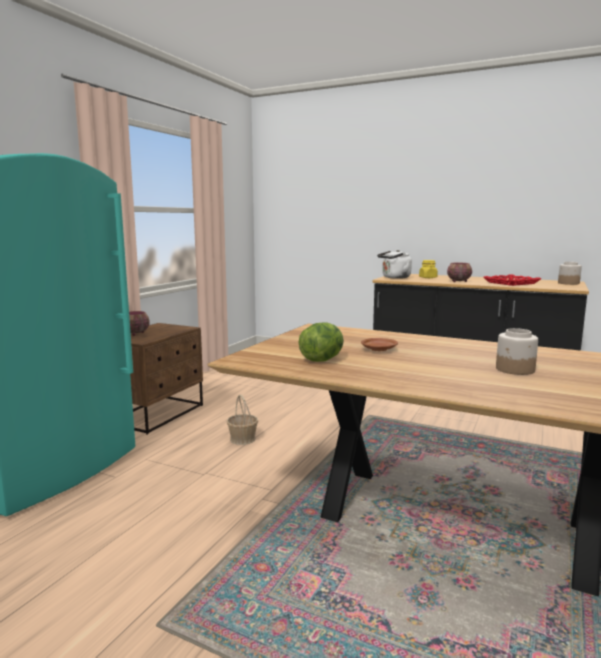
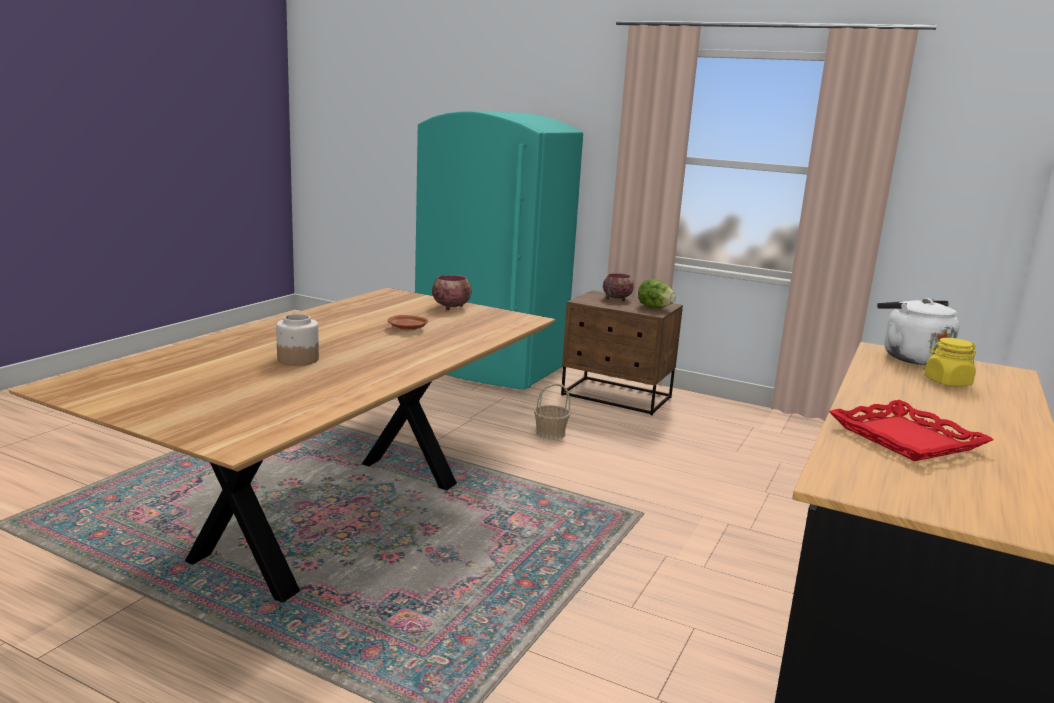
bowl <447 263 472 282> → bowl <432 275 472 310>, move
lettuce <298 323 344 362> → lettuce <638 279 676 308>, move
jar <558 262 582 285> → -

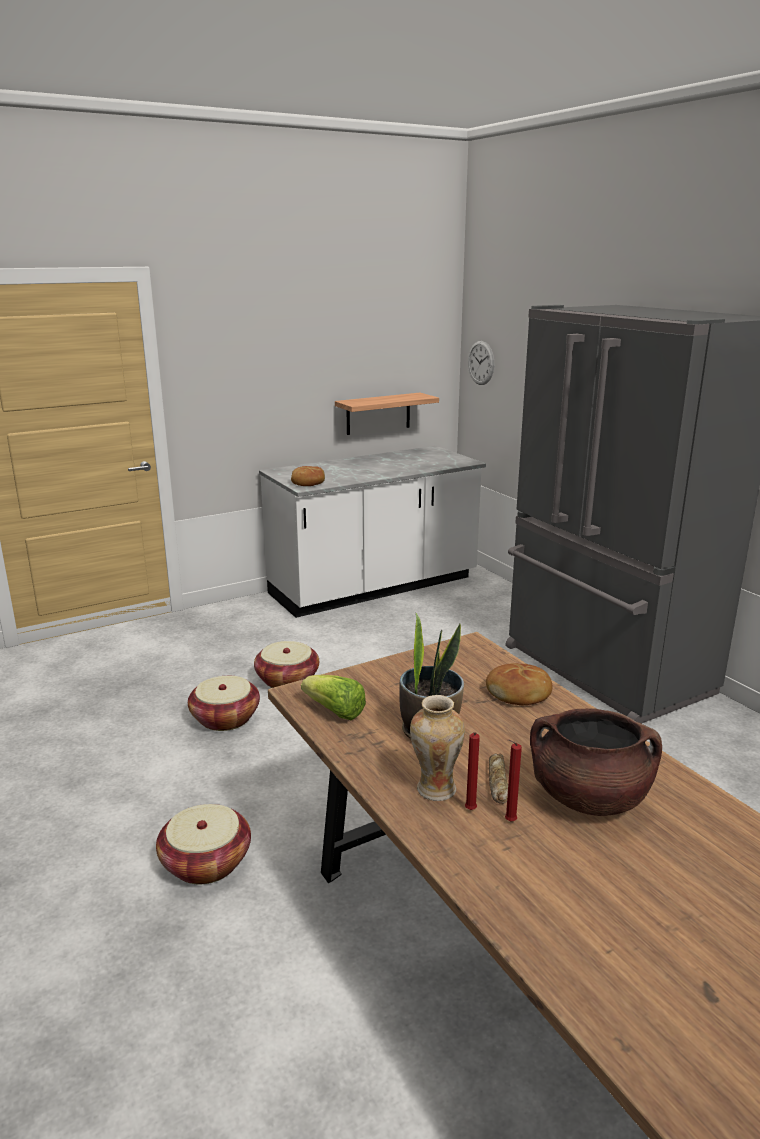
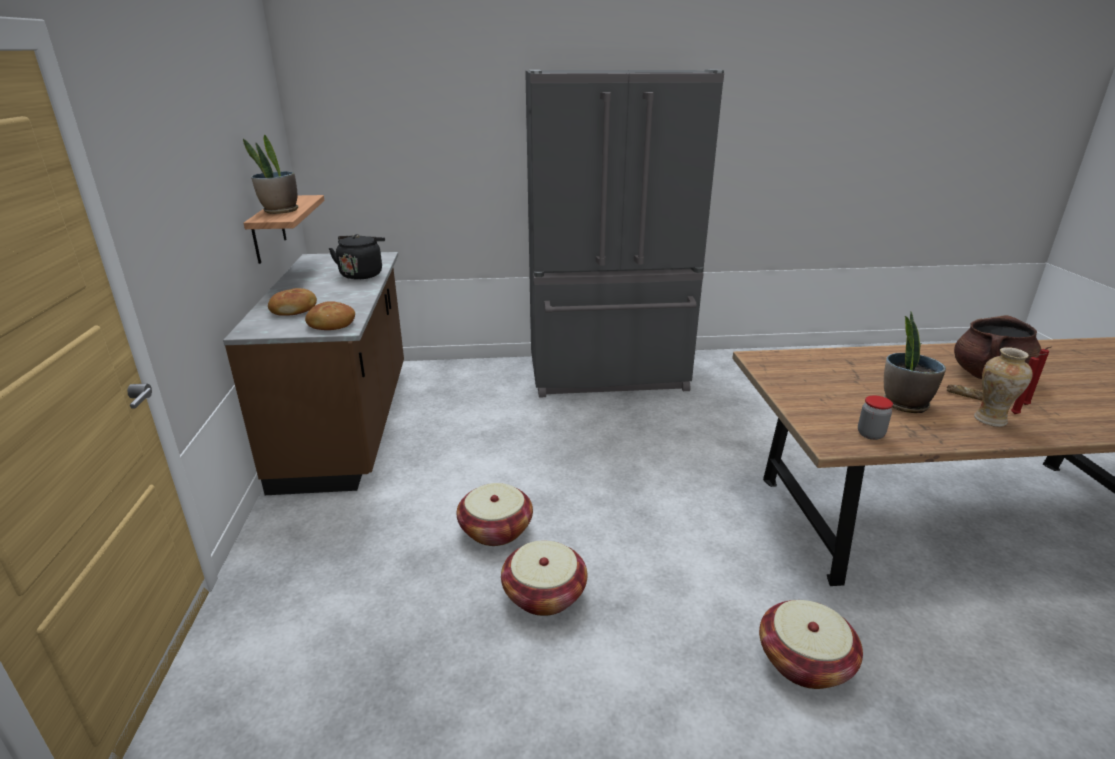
white counter <259 446 486 618> → brown counter <223 252 404 495>
- → potted plant <243 134 298 214>
bread <486 663 552 705> → bread <268 288 317 316>, move
- → black kettle <328 234 385 280>
lettuce <301 675 366 720> → jar <858 395 893 440>
wall clock <468 341 494 385> → -

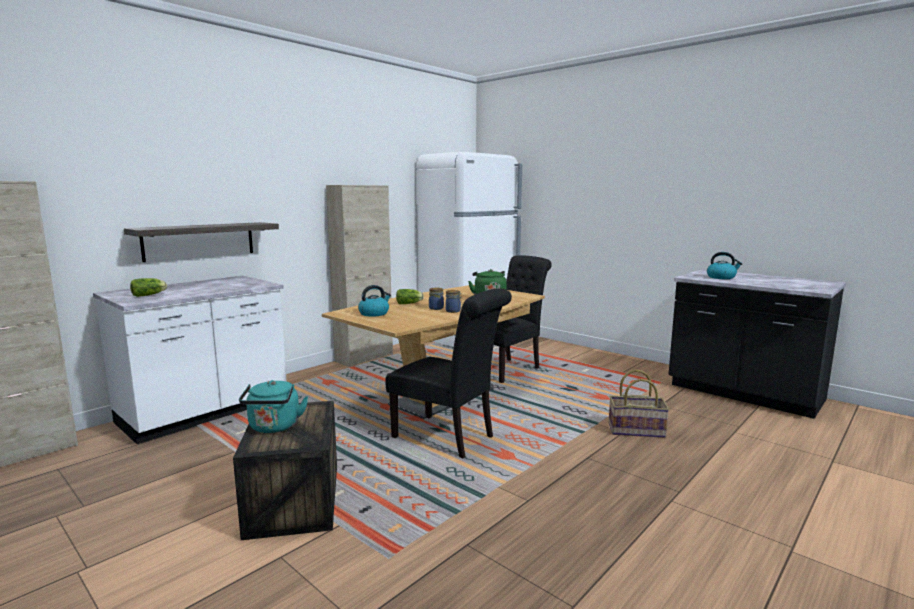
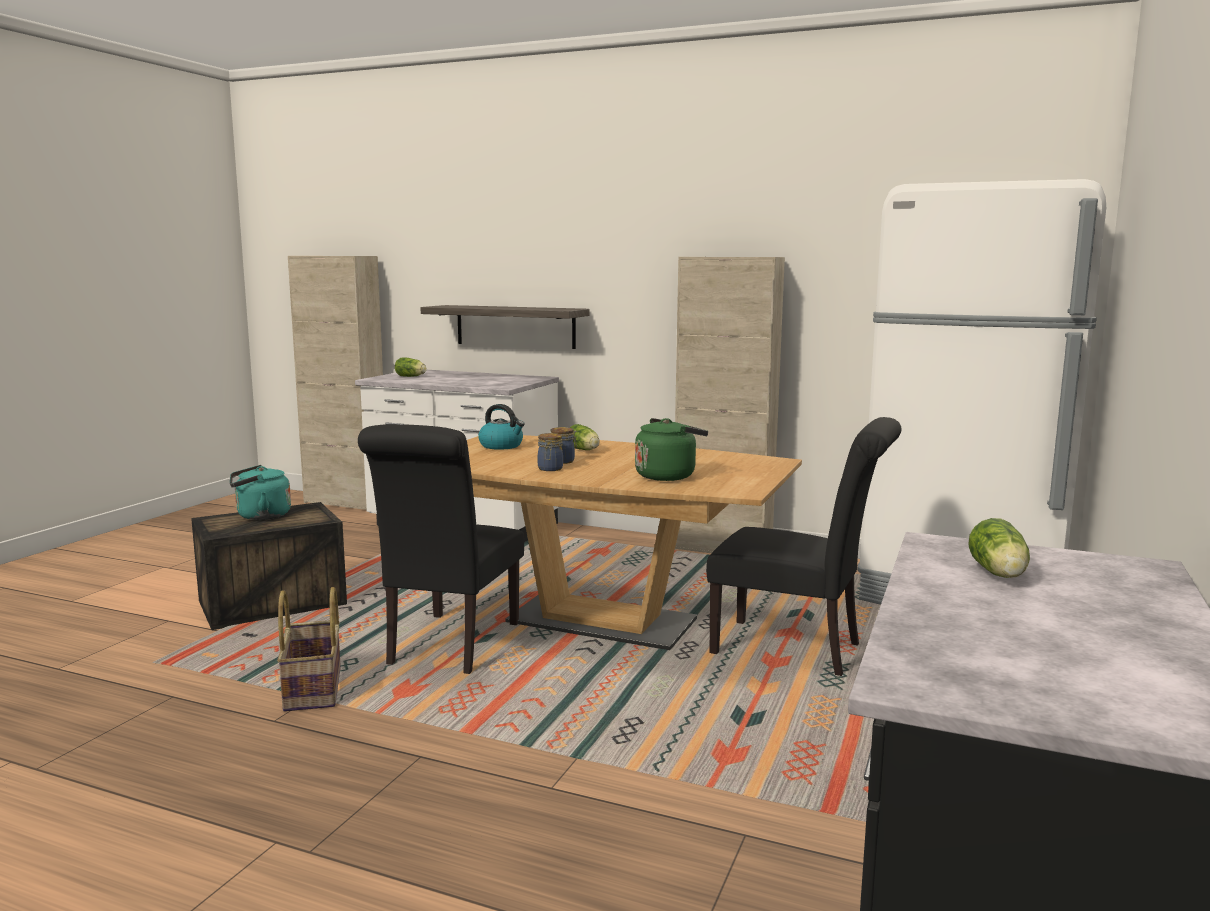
basket <609 369 669 438> → basket <277 587 341 712>, move
kettle <707 252 742 279> → lettuce <968 518 1030 578>

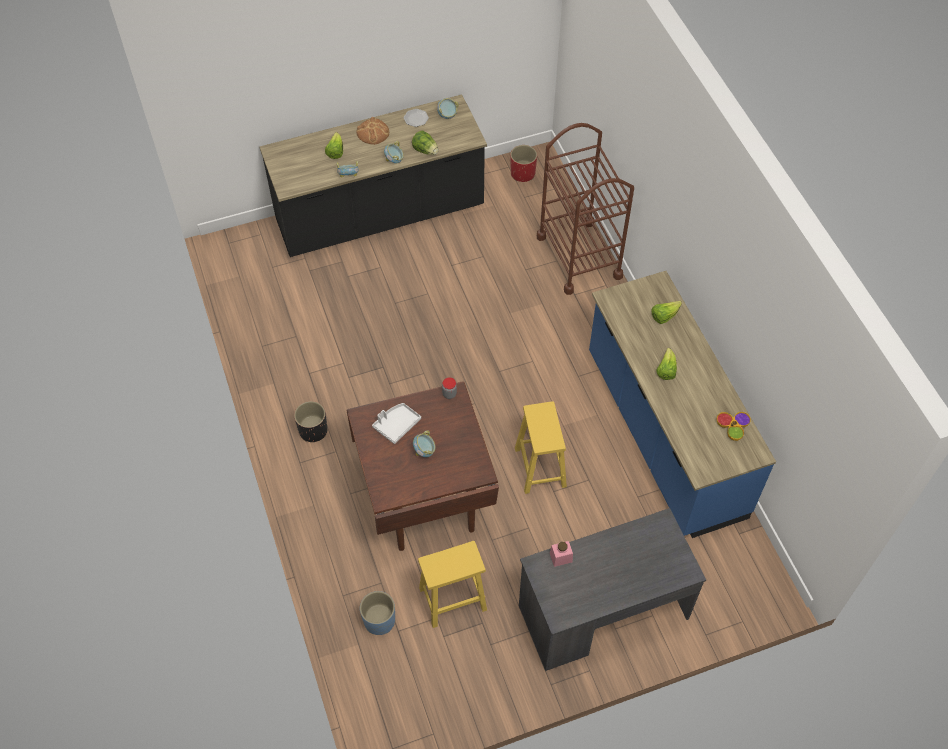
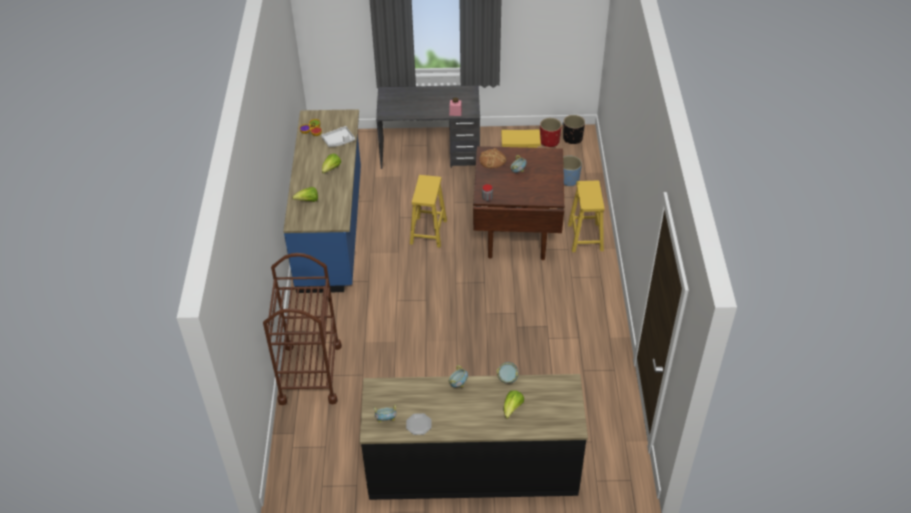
white tray <372 403 421 444> → white tray <321 126 355 147>, move
bread <356 117 389 145> → bread <479 148 506 168>, move
red planter <510 145 537 182> → red planter <540 118 562 147>, move
black planter <294 401 327 442> → black planter <563 115 585 144>, move
- → yellow stool <568 181 604 252>
lettuce <412 131 438 155> → -

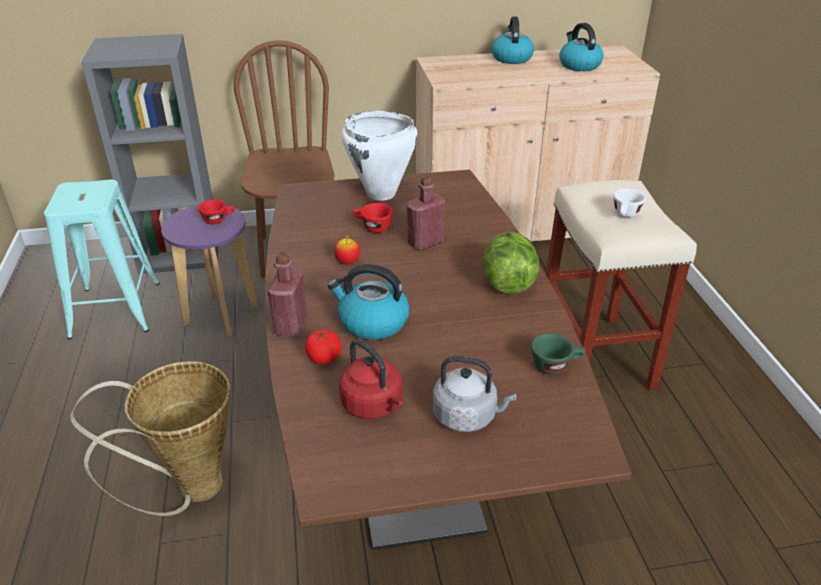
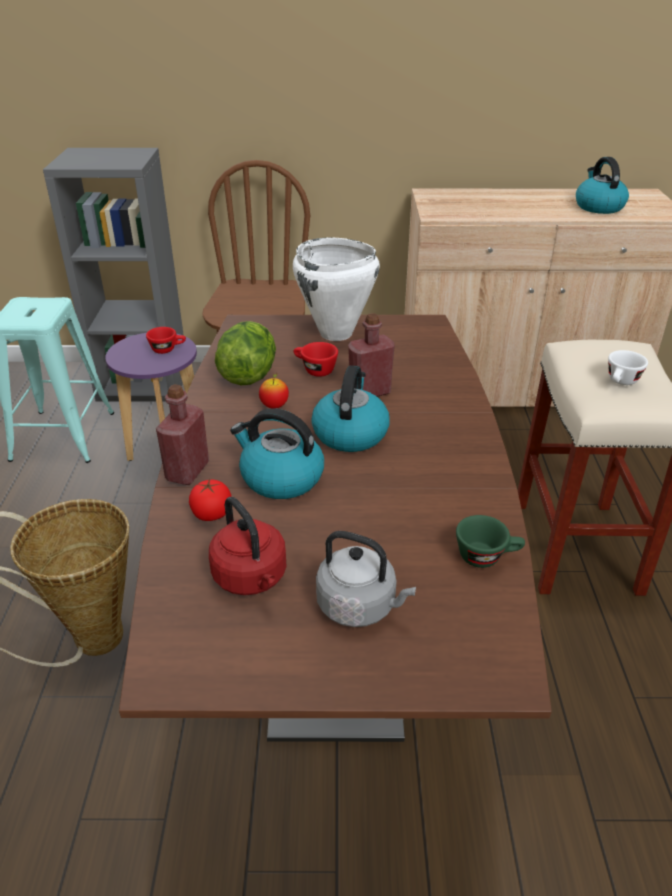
lettuce <482 232 540 295> → lettuce <215 321 276 385>, move
kettle <491 17 534 64> → kettle <311 365 390 452>, move

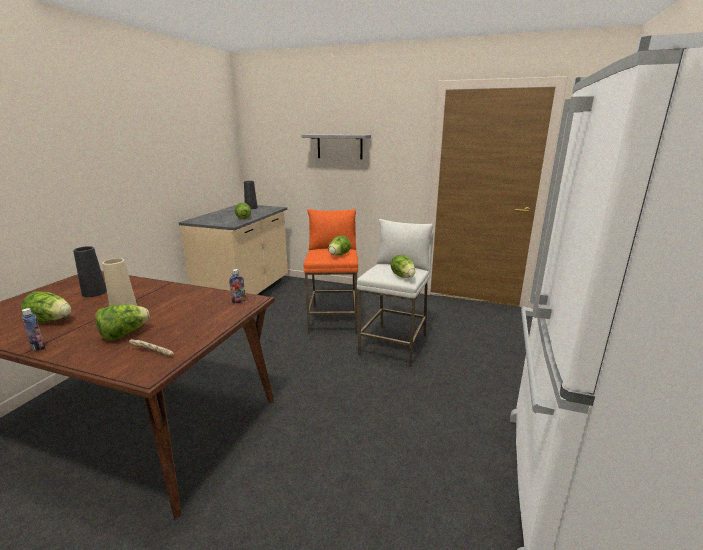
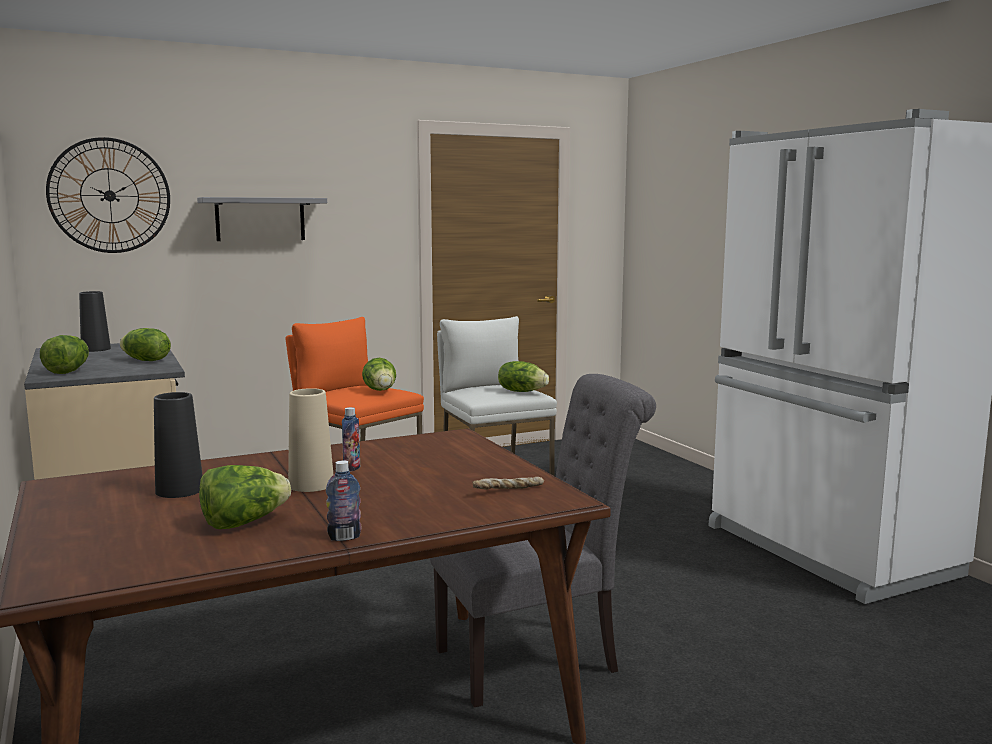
lettuce <95 305 150 340> → lettuce <40 335 89 374>, move
- → wall clock <46 137 170 253>
bottle <229 269 246 303> → bottle <342 407 360 472>, move
- → grey chair <430 374 656 707>

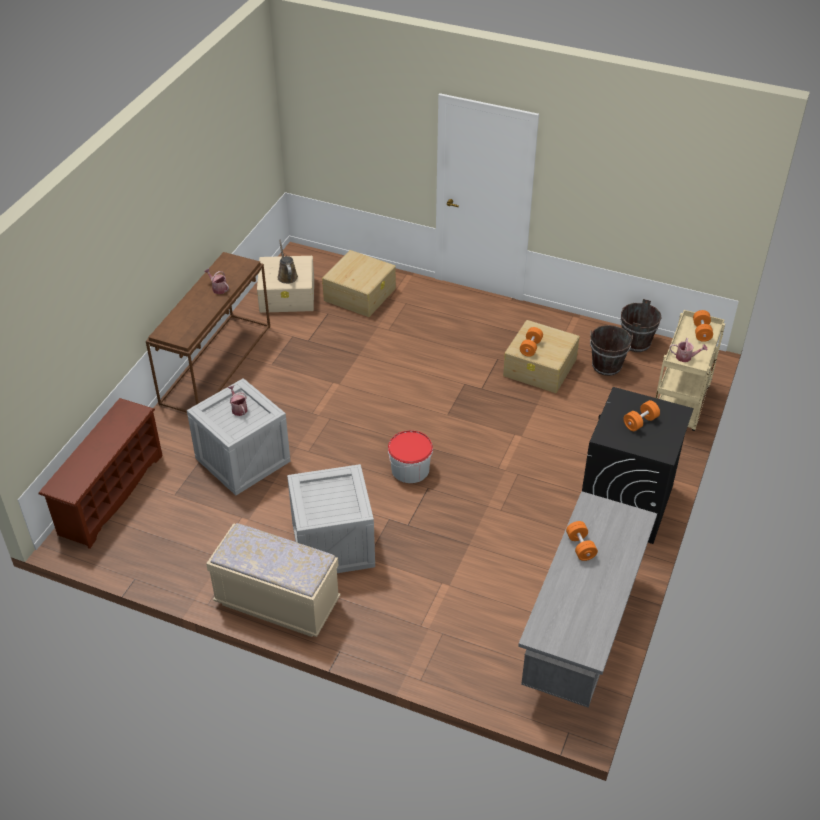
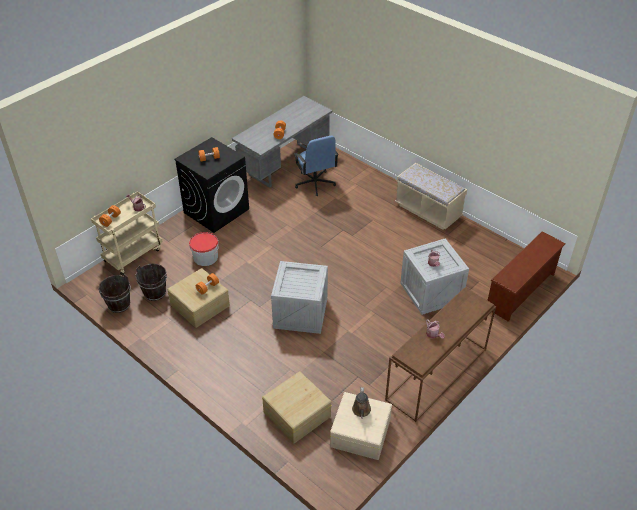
bucket <388 430 433 483> → bucket <189 232 218 266>, move
crate <287 464 375 573> → crate <271 261 328 334>, move
- → blue office chair <294 136 338 196>

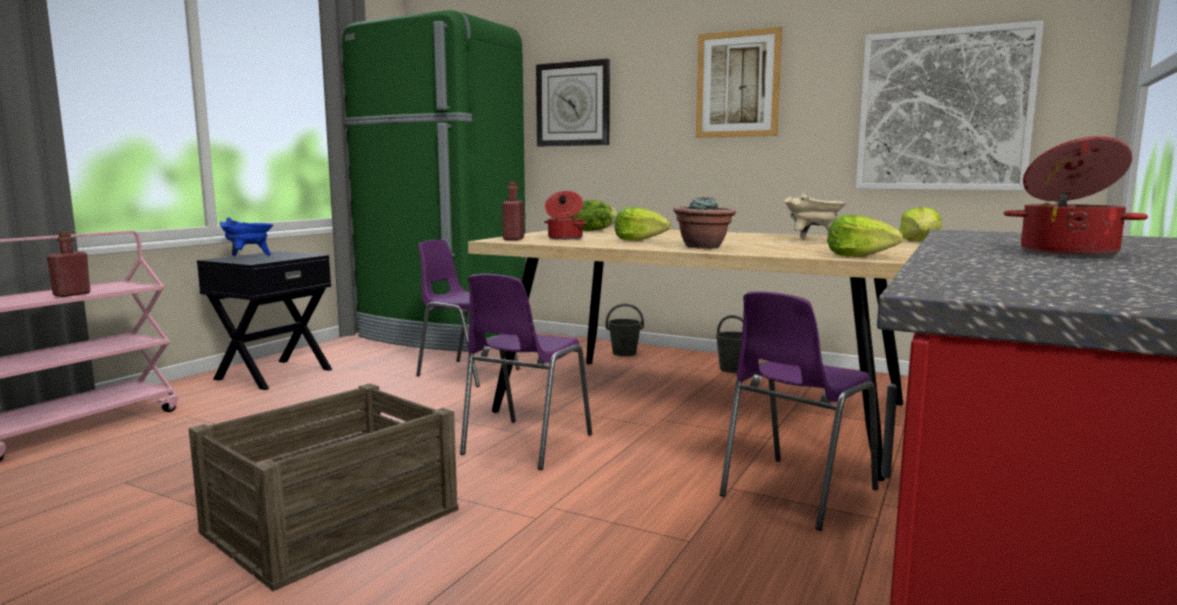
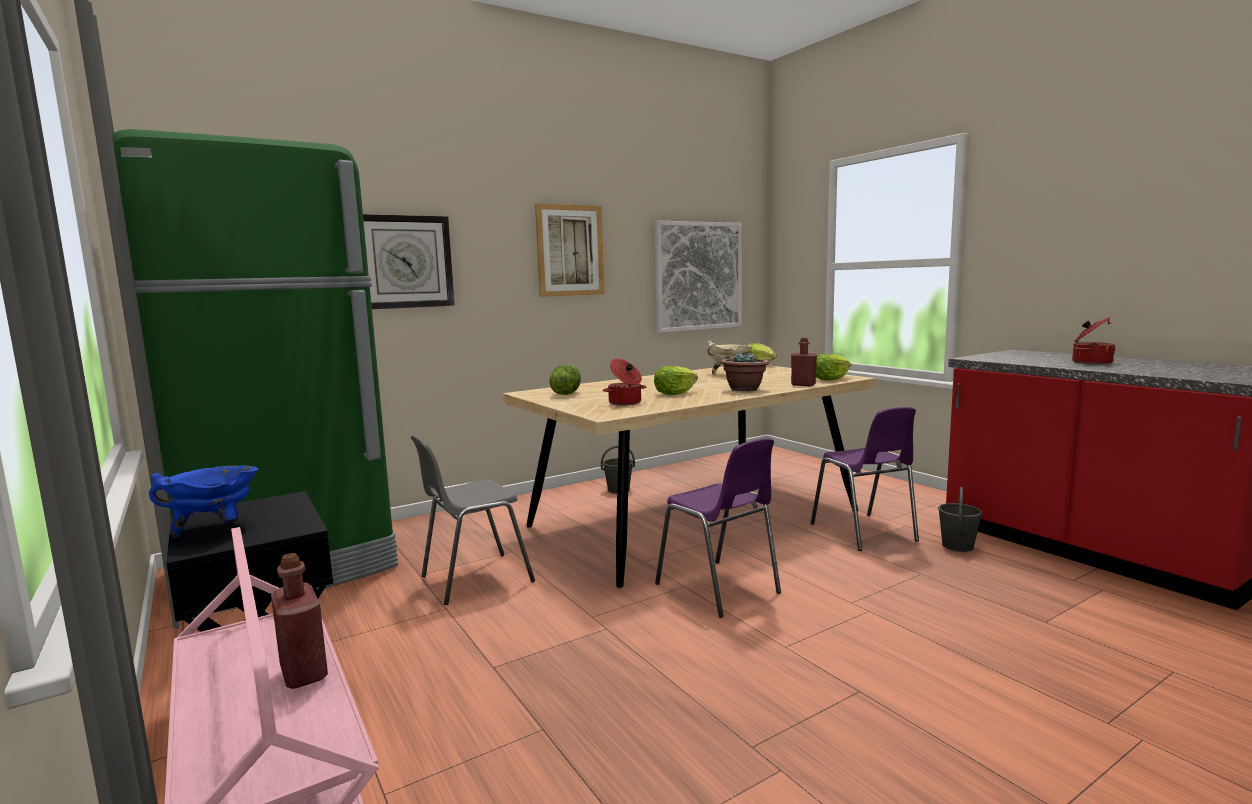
purple chair <416 239 520 387> → grey chair <410 435 535 605>
red bottle <502 182 524 241> → red bottle <791 338 817 386>, move
grey bucket <606 304 644 356> → grey bucket <938 487 983 552>, move
crate <189 383 458 591> → -

